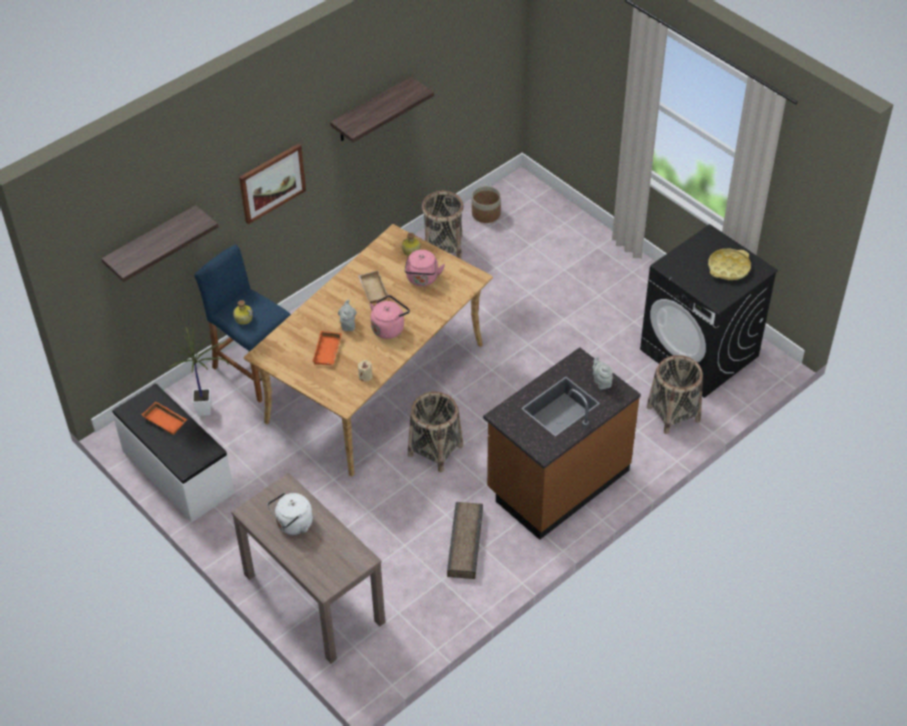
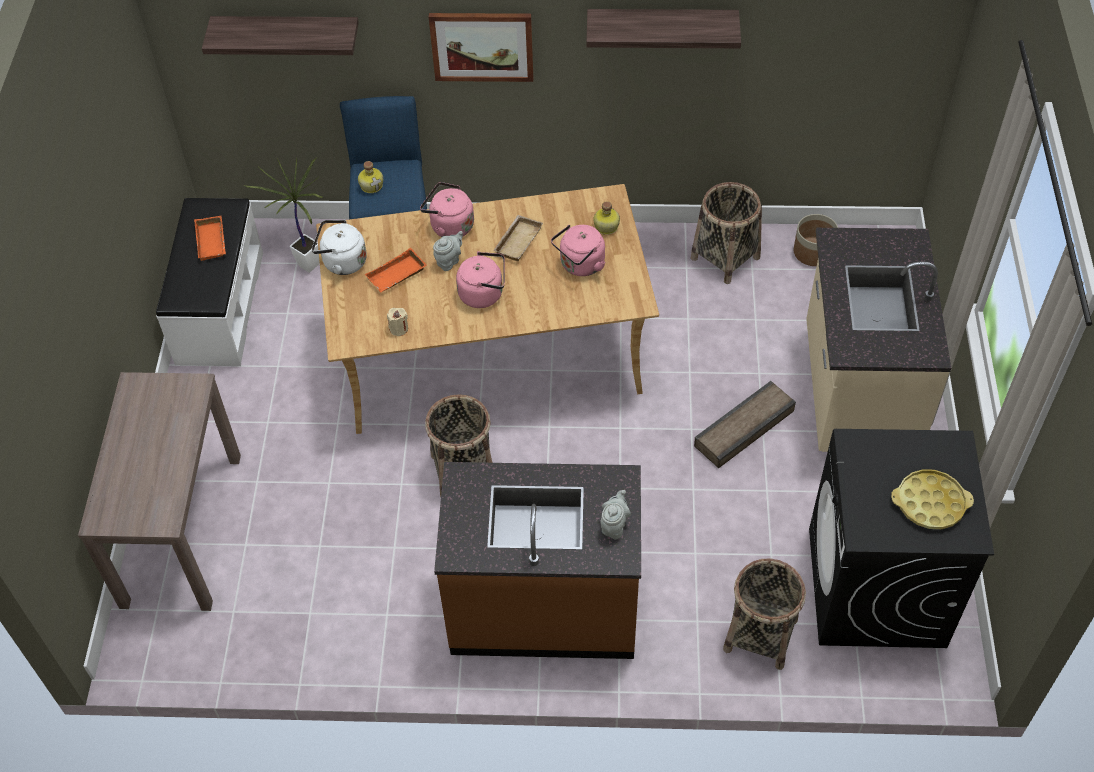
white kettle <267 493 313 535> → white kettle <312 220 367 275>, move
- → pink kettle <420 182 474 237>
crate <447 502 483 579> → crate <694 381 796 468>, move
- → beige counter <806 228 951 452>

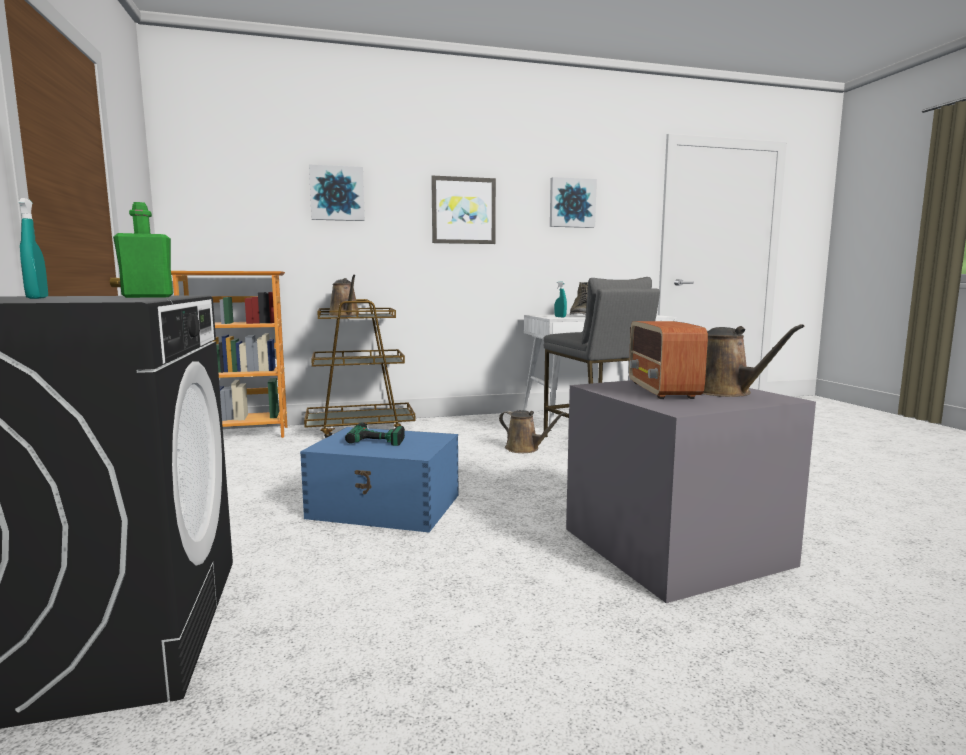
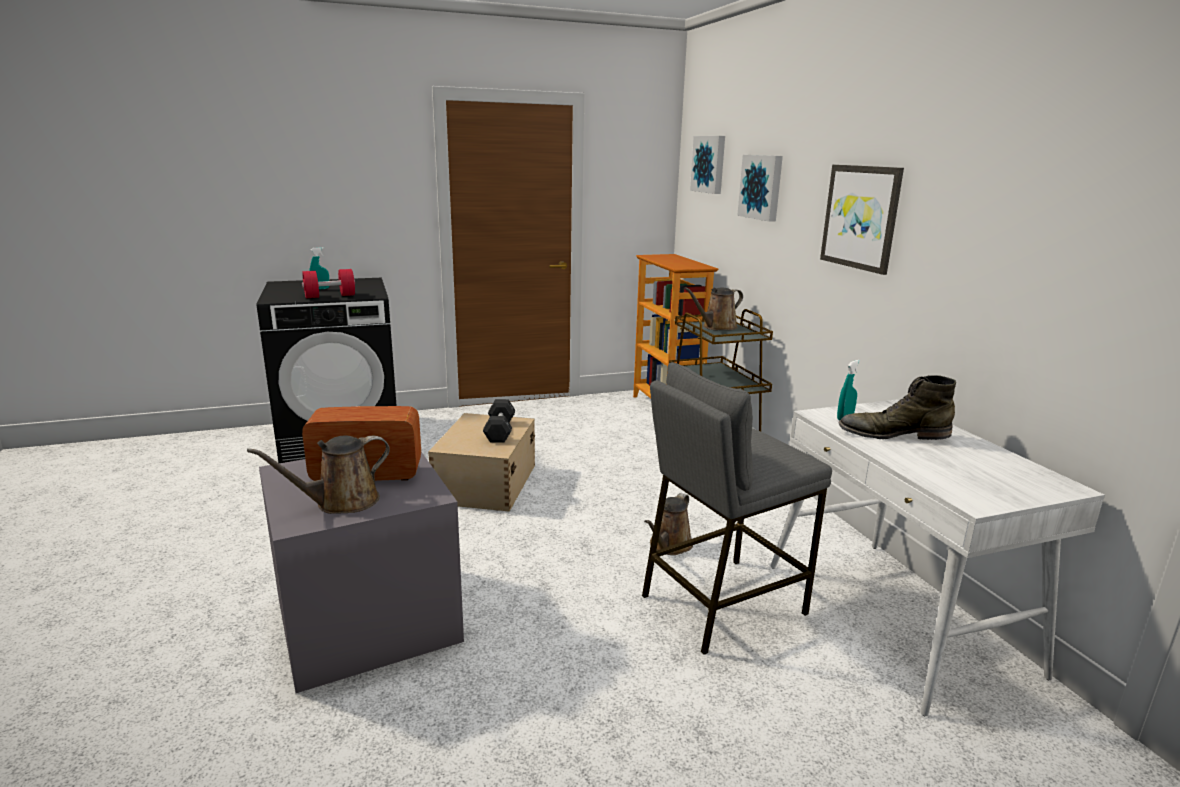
green bottle <113 202 173 298> → red dumbbell <302 269 355 298>
blue storage box <300 427 459 532> → beige storage box <428 413 535 512>
power drill <345 422 405 446> → black dumbbell <483 399 515 443>
picture <550 177 597 228> → picture <690 136 725 194>, move

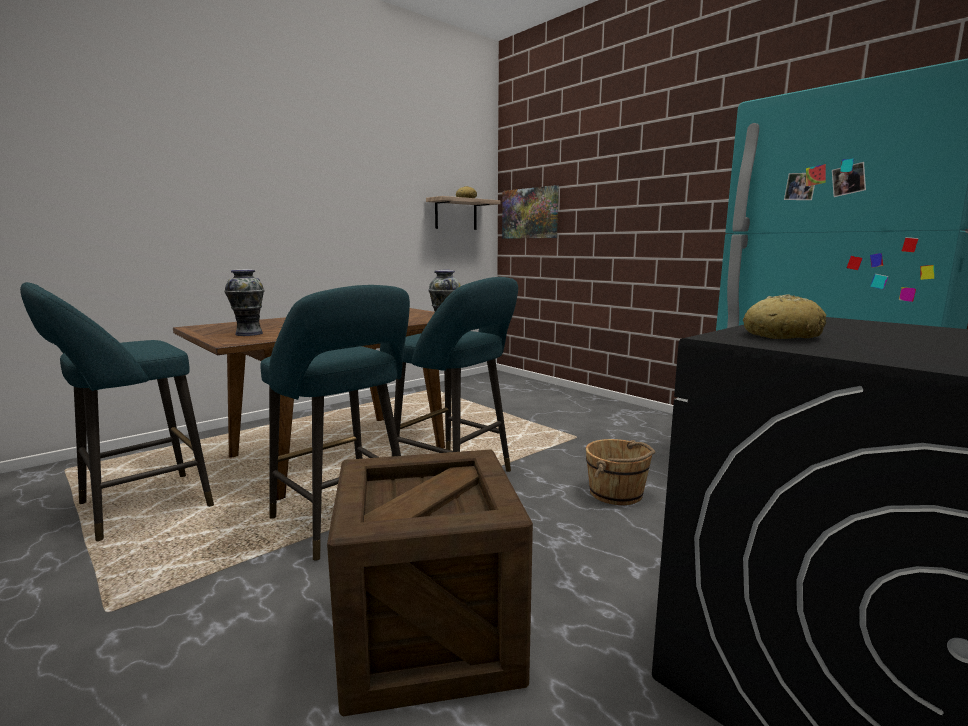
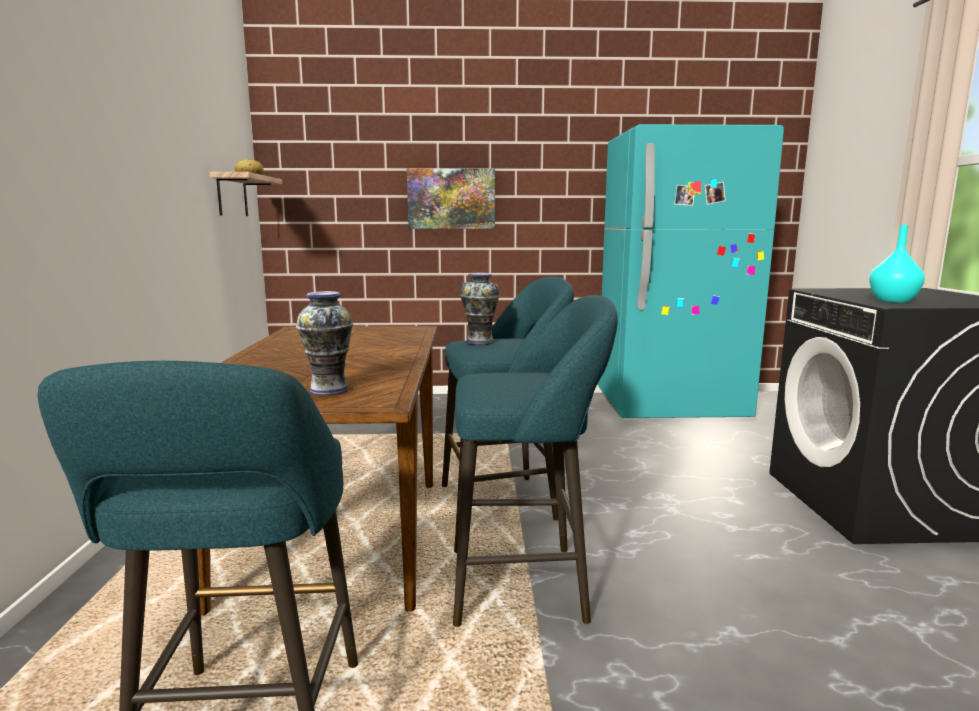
picture <502 185 559 239> → picture <407 169 495 229>, move
bread <743 294 826 339> → turquoise vase <869 225 925 303>
crate <327 449 533 716> → -
brown bucket <586 439 656 505> → -

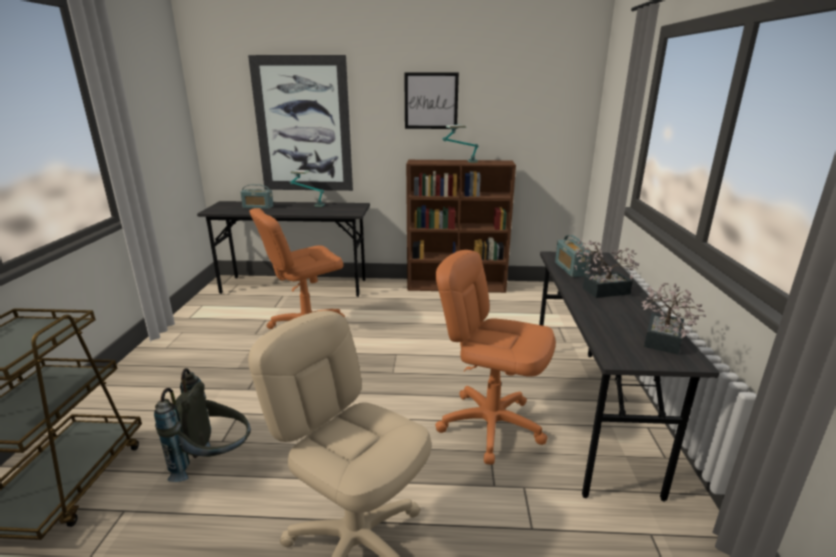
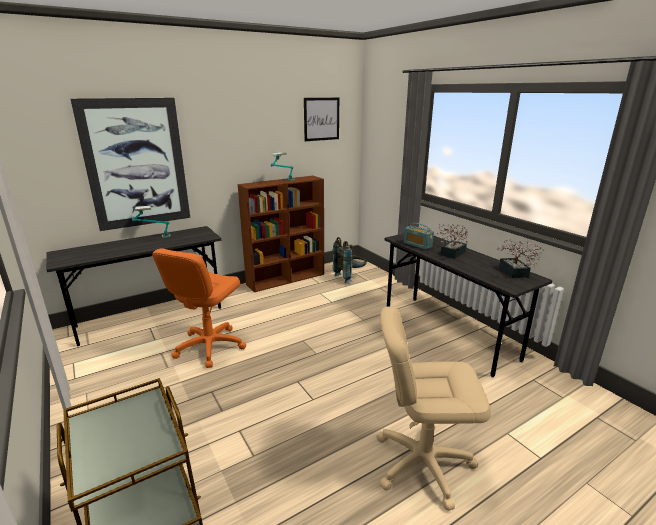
picture <404 72 459 129> → picture <304 98 339 141>, move
grey backpack <154 368 251 482> → grey backpack <333 237 367 283>, move
radio <241 184 274 209> → -
orange office chair <435 250 556 465> → -

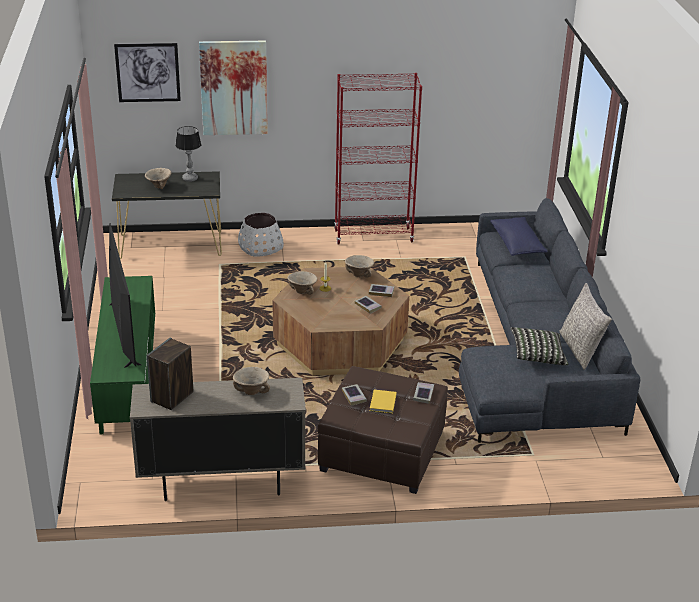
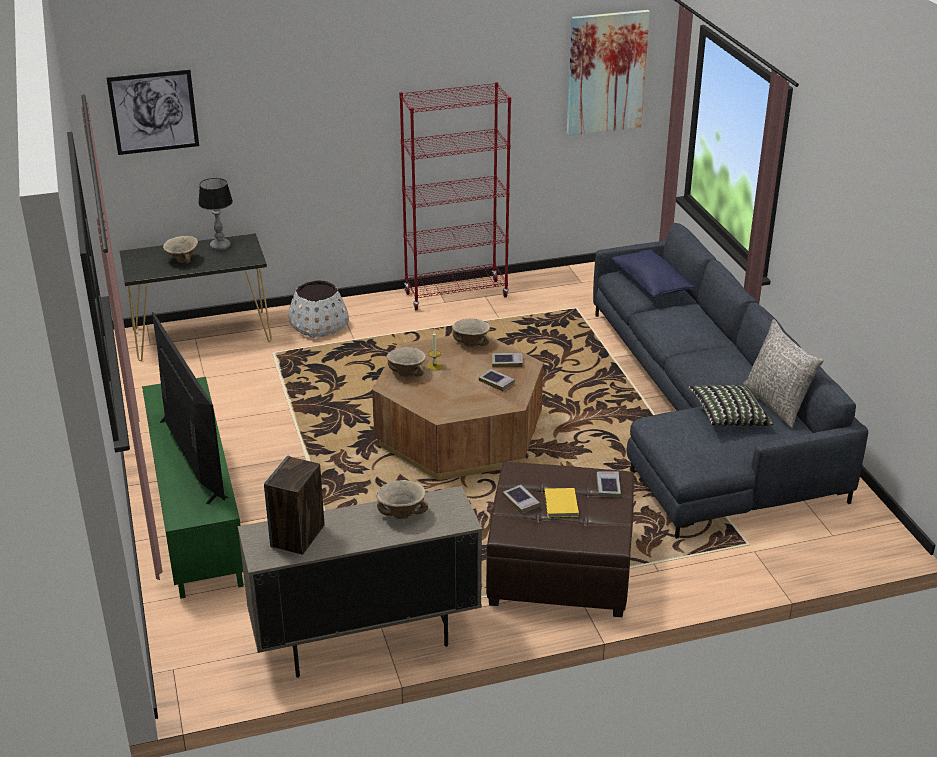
picture <199 41 268 135> → picture <567 10 650 136>, move

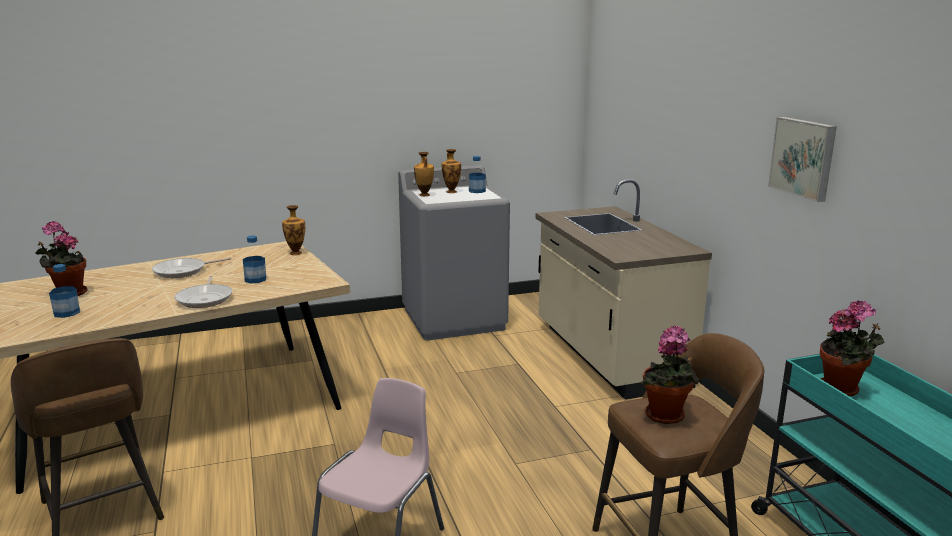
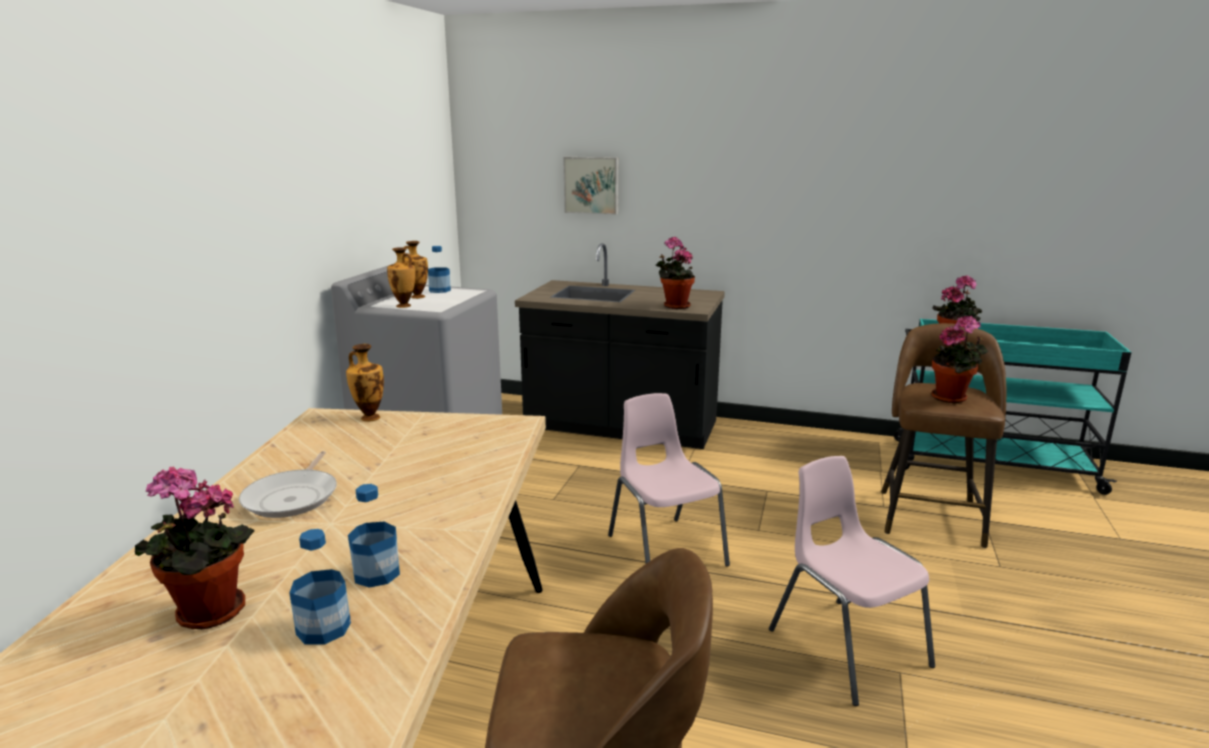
bottle <243 236 266 283> → bottle <348 484 400 588>, move
beige counter <535 179 712 400> → black counter <515 243 725 449>
picture <768 117 837 202> → picture <563 157 618 215>, move
- → pink chair <608 393 730 567>
- → potted plant <656 236 695 309>
frying pan <174 276 232 308> → -

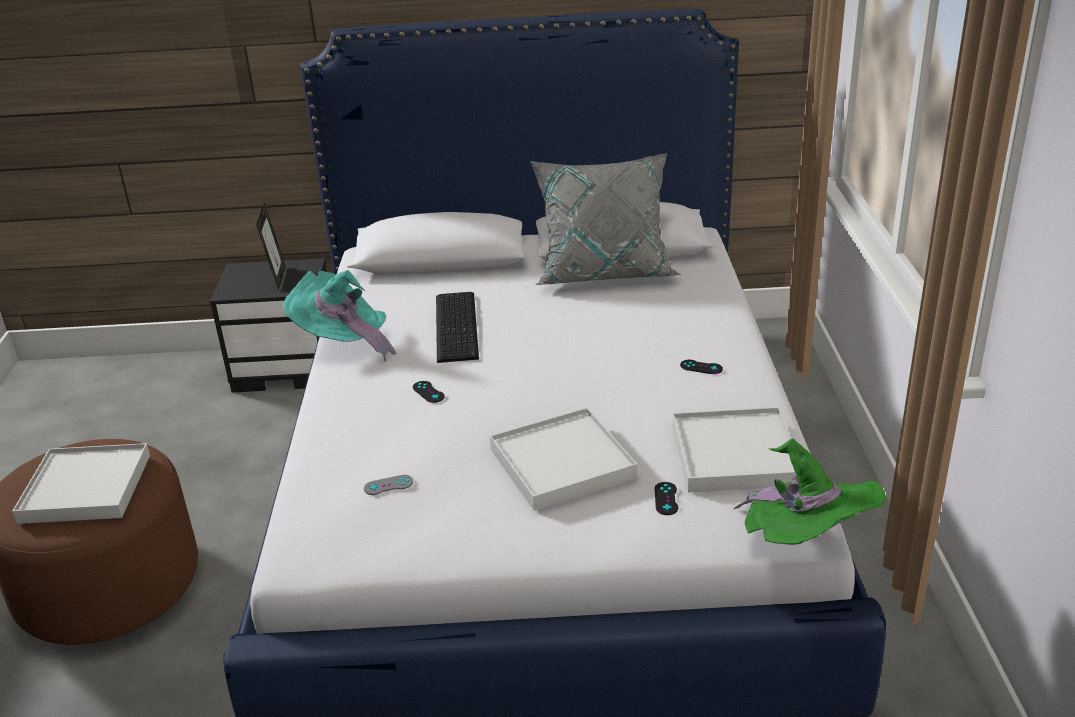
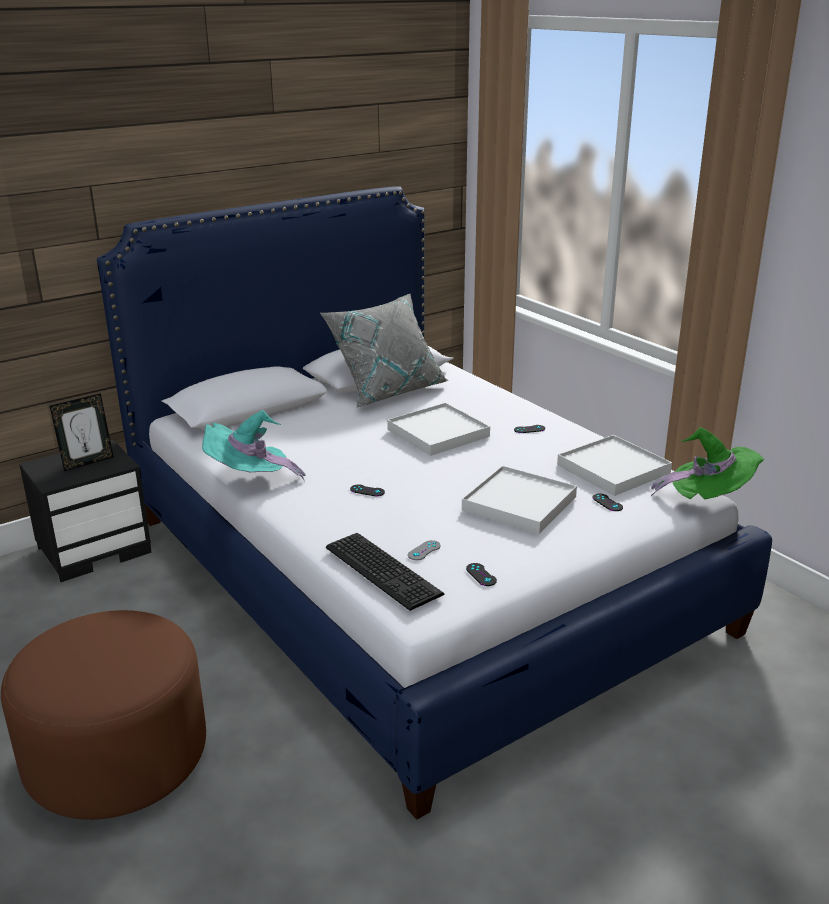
picture frame <256 202 285 291> → picture frame <50 393 114 471>, 90 degrees clockwise
keyboard <436 292 479 363> → keyboard <326 533 445 611>, move
white tray <12 443 150 524> → white tray <387 403 490 456>, move
- → black game controller <466 563 497 586>

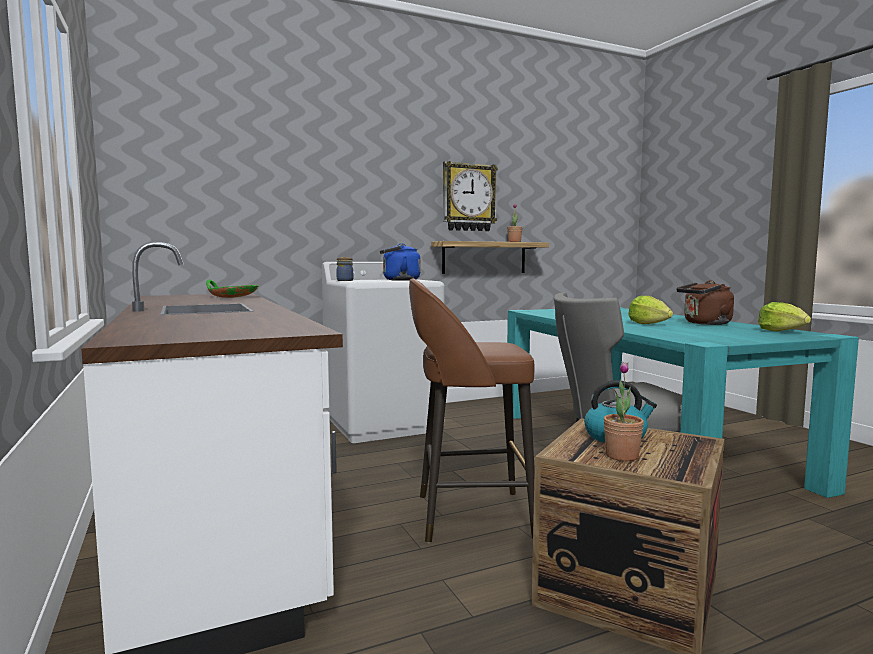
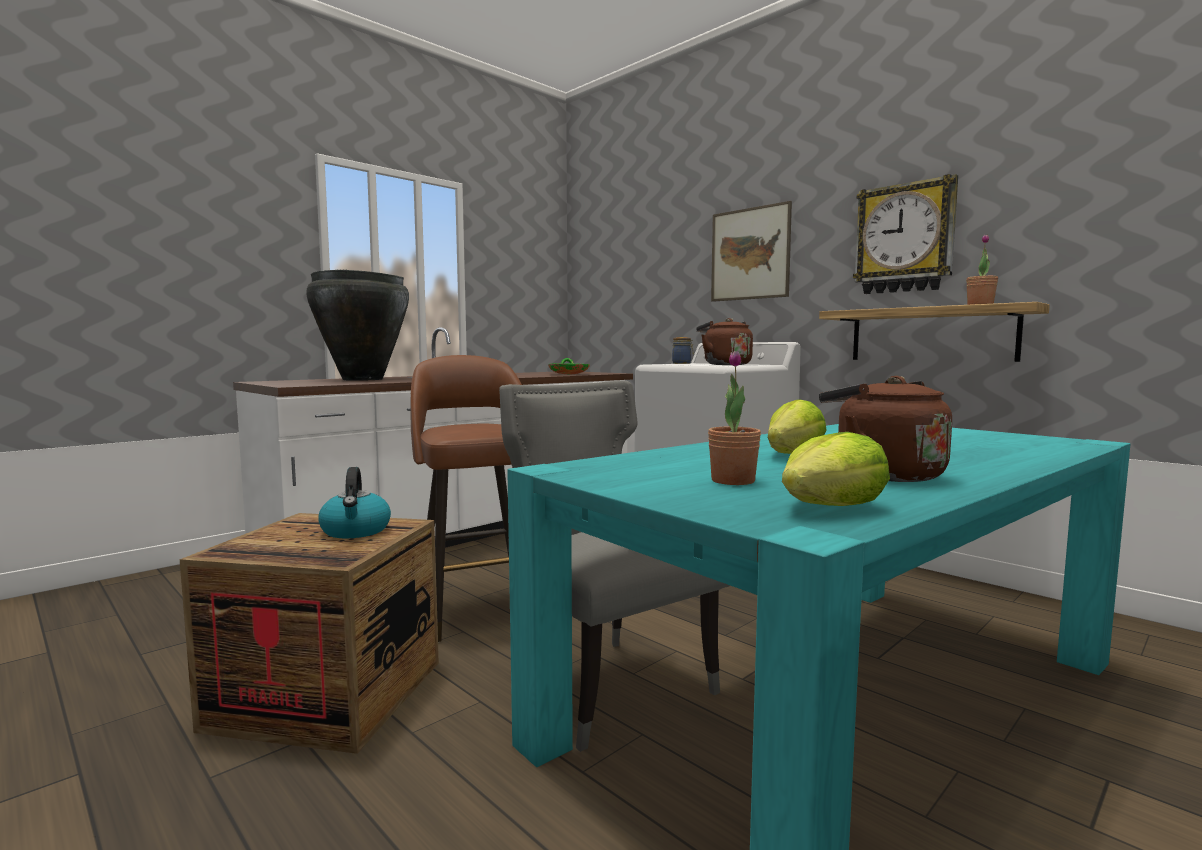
- → black vase <306 269 409 381>
blue kettle <380 243 421 281> → brown kettle <696 318 753 365>
potted plant <604 361 644 461> → potted plant <708 351 761 485>, move
- → picture <711 201 792 302>

